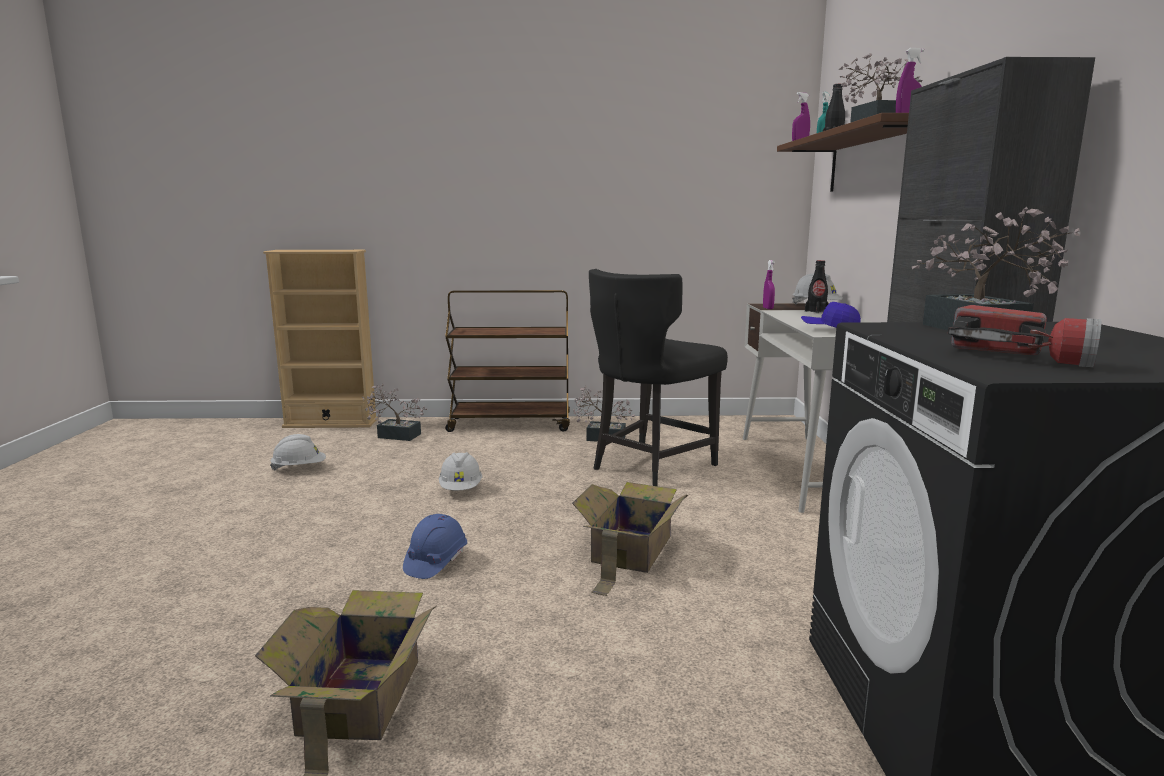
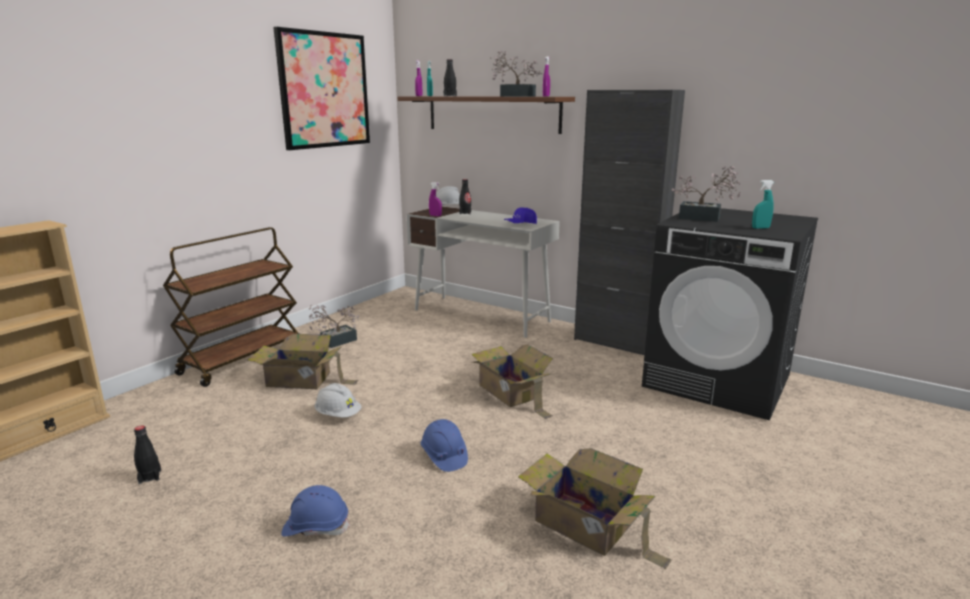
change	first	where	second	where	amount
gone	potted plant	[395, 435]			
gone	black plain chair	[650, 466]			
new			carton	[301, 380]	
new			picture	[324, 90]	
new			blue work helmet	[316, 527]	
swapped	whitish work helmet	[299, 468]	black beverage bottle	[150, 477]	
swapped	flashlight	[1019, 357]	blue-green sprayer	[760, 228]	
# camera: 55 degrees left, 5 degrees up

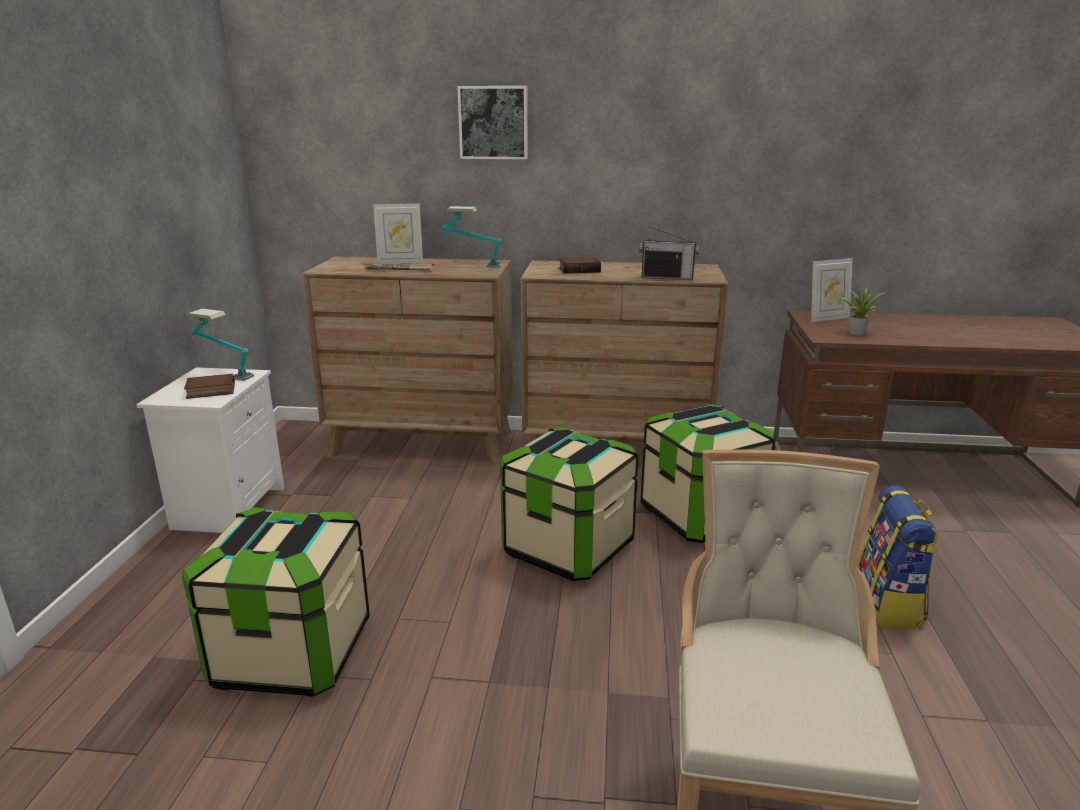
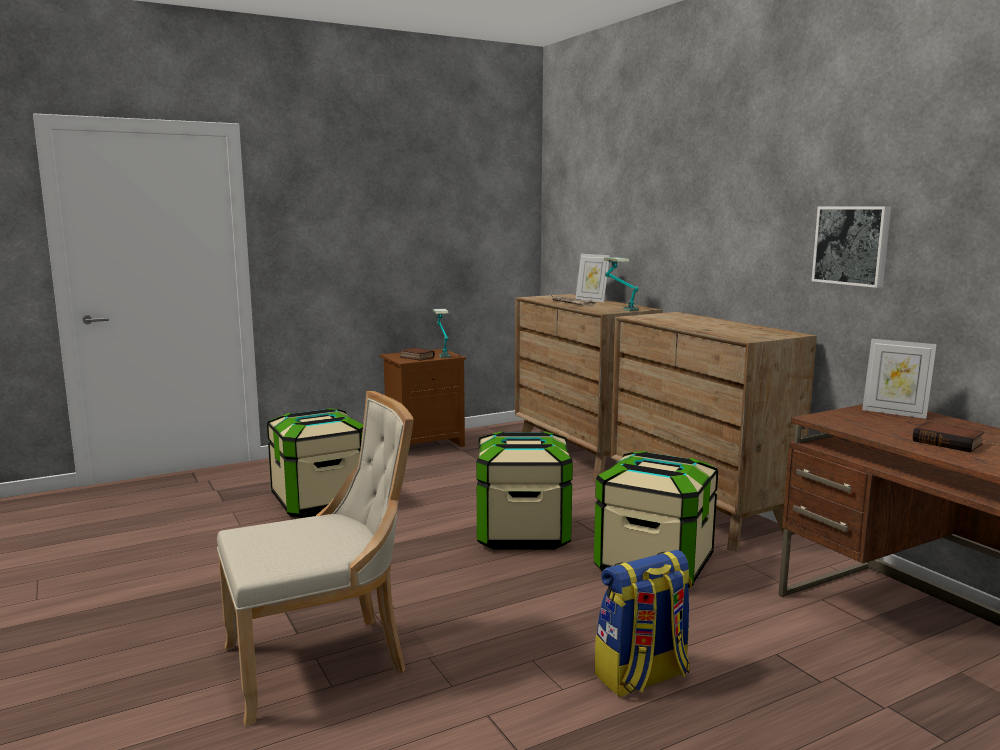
change	first	where	second	where	amount
gone	radio receiver	[667, 277]			
gone	potted plant	[856, 332]			
shifted	picture	[493, 122]		[852, 245]	
shifted	book	[579, 269]		[948, 442]	
repainted	whitish bedside table	[228, 507]	brownish bedside table	[425, 444]	
# camera: 55 degrees right, 10 degrees down

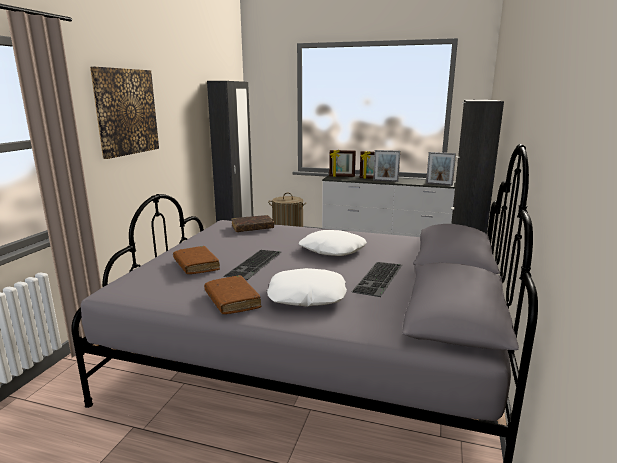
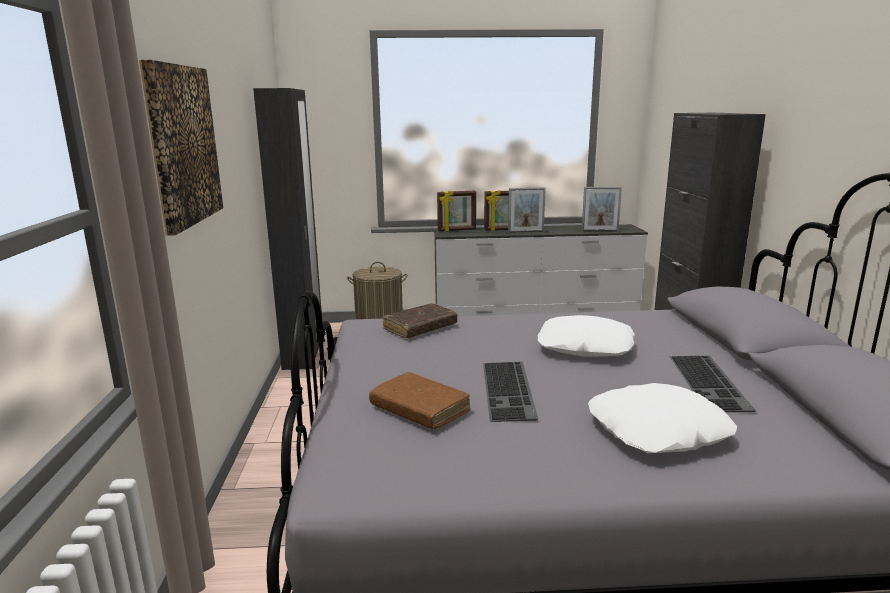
change	first	where	second	where	amount
gone	brownish book	[232, 301]			
# camera: 20 degrees left, 0 degrees up

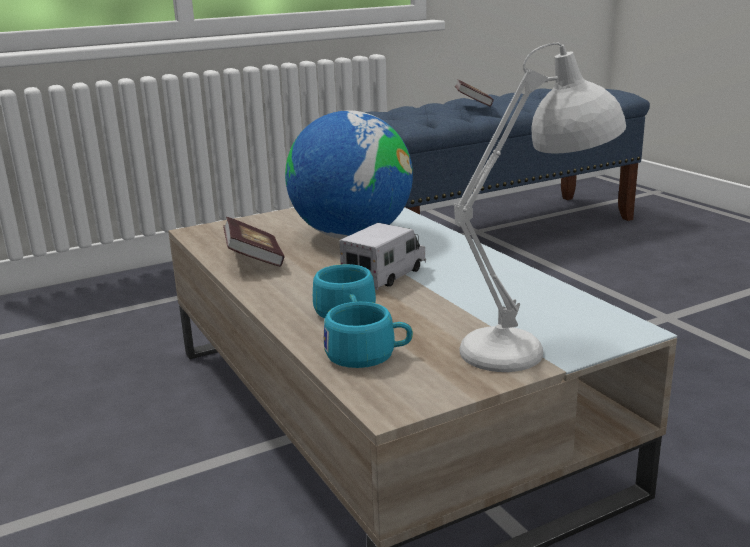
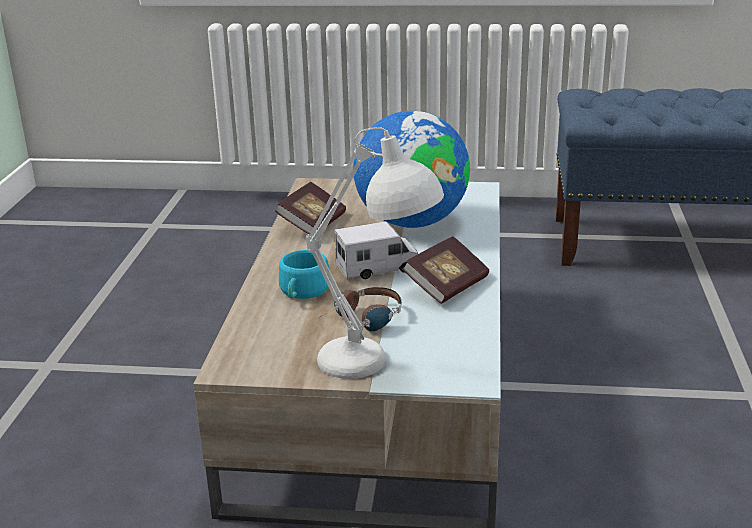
change	first	where	second	where	amount
gone	blue-green small cup	[368, 355]			
new			headphones	[362, 321]	
shifted	book	[473, 106]		[447, 286]	
# camera: 35 degrees right, 5 degrees up

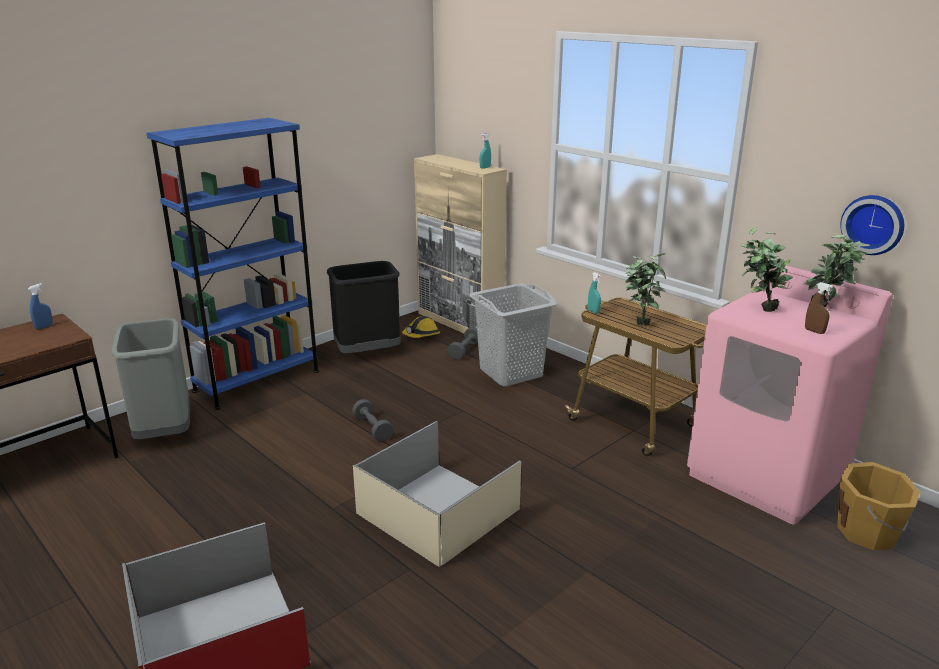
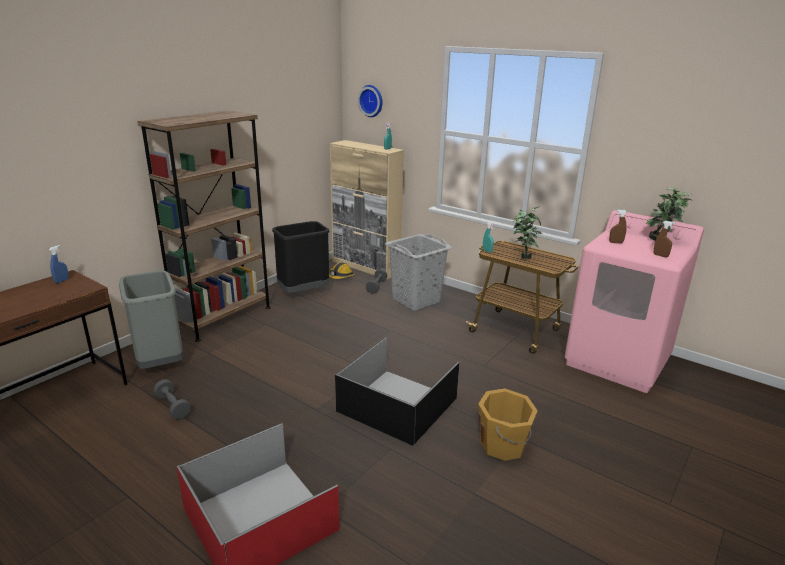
change	first	where	second	where	amount
shifted	greyish dumbbell	[372, 429]		[173, 406]	
shifted	orange-coloured water bucket	[868, 532]		[503, 445]	
shifted	wall clock	[873, 224]		[372, 101]	
swapped	potted plant	[758, 309]	brownish sprayer	[615, 242]	
repainted	blue shelving unit	[257, 381]	brownish shelving unit	[223, 318]	
repainted	sand-coloured storage box	[440, 512]	black storage box	[398, 405]	
# camera: 10 degrees left, 0 degrees up

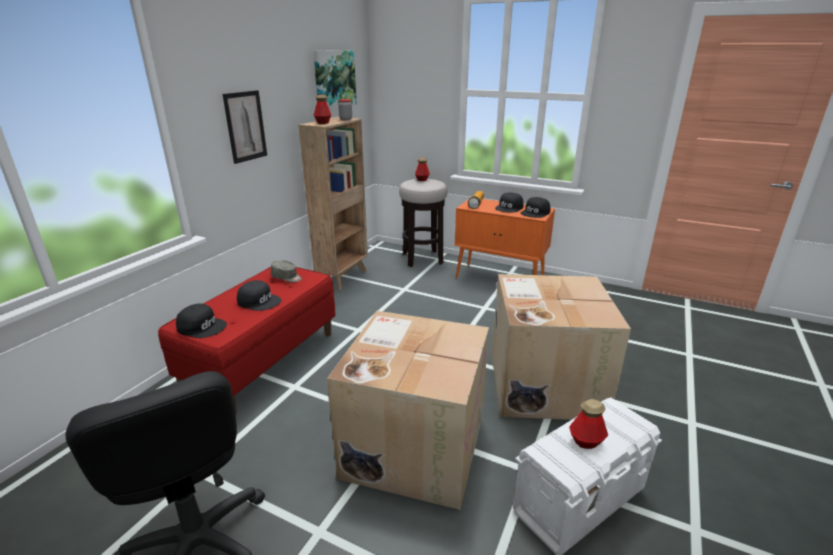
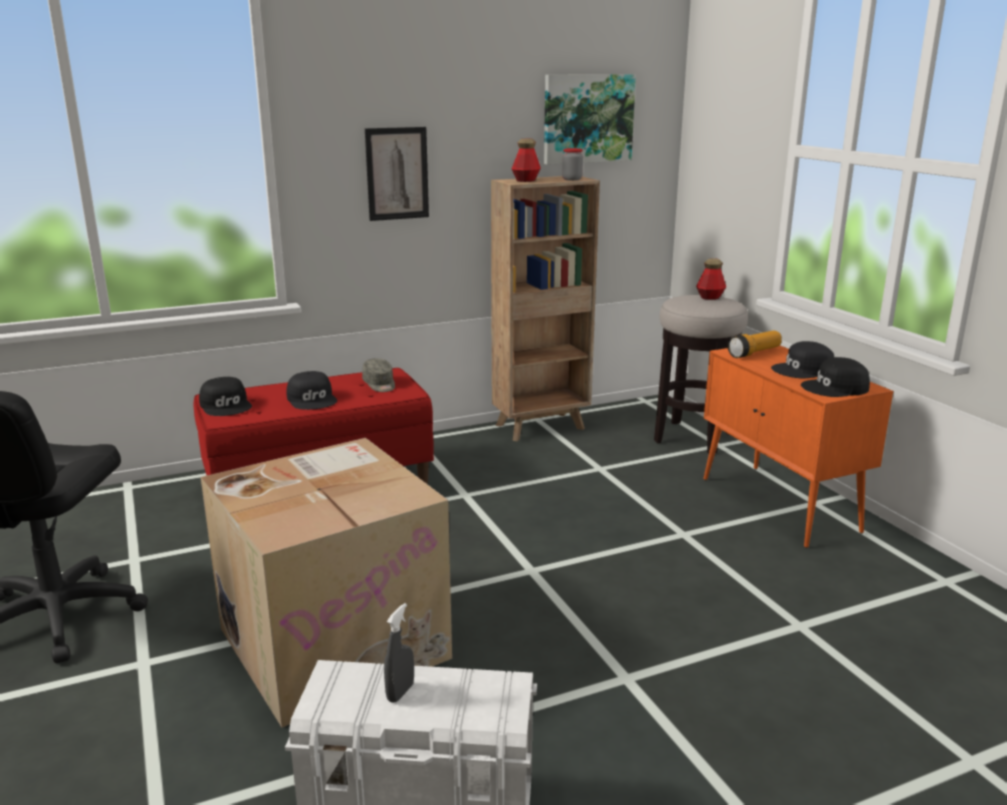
change	first	where	second	where	amount
gone	carton	[542, 383]			
swapped	beverage bottle	[586, 441]	greyish sprayer	[400, 692]	
# camera: 40 degrees right, 5 degrees down

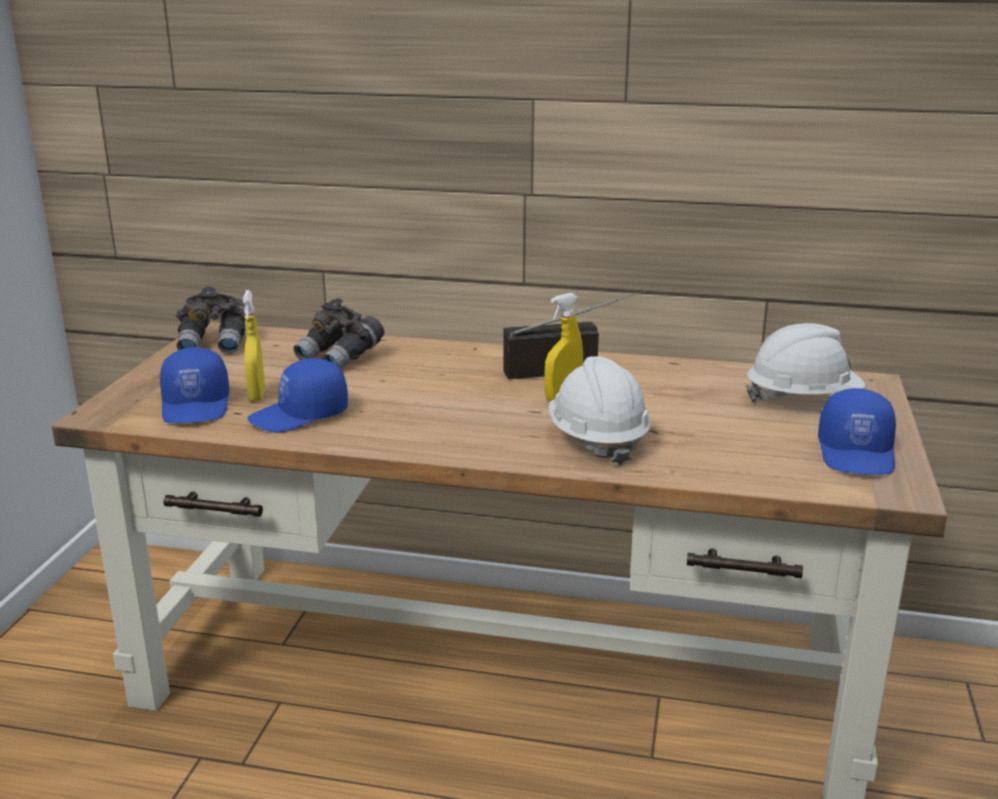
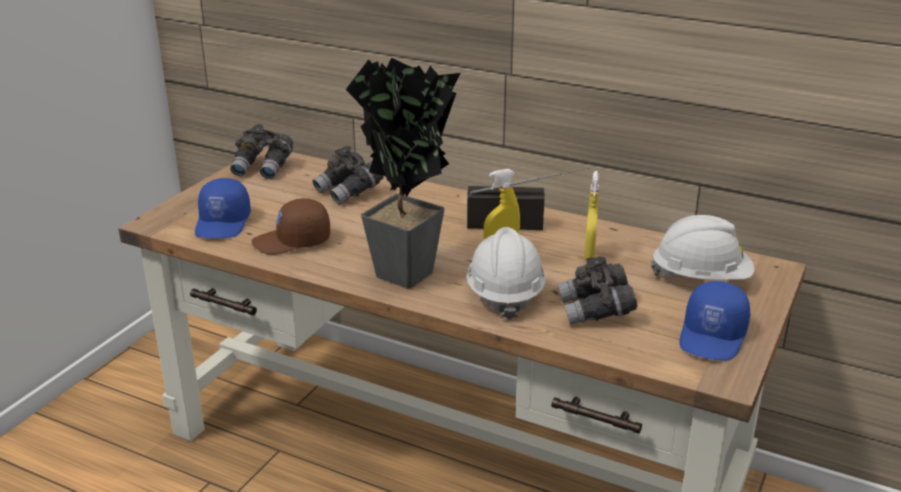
change	first	where	second	where	amount
new			potted plant	[408, 279]	
new			greyish binoculars	[596, 311]	
shifted	yellow-coloured sprayer	[257, 395]		[589, 255]	
repainted	blue peaked cap	[300, 416]	brownish peaked cap	[292, 242]	
# camera: 15 degrees right, 5 degrees up

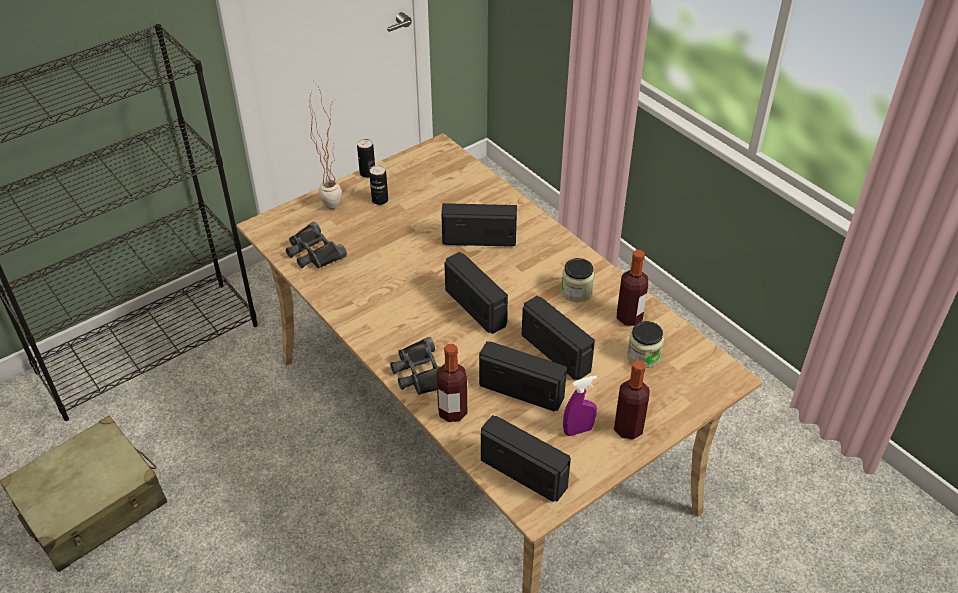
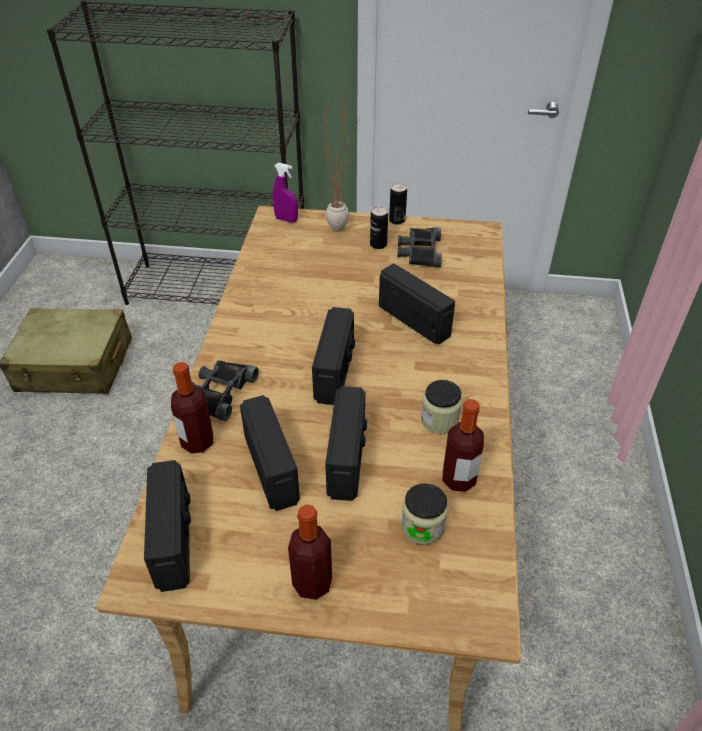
change	first	where	second	where	amount
shifted	black binoculars	[313, 252]		[419, 252]	
shifted	purple-coloured sprayer	[578, 430]		[286, 219]	
# camera: 45 degrees right, 0 degrees up

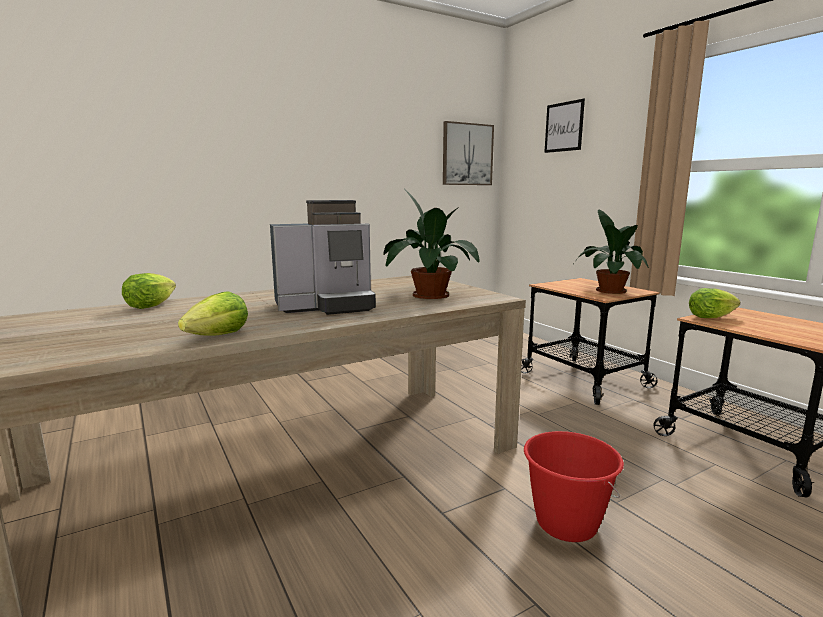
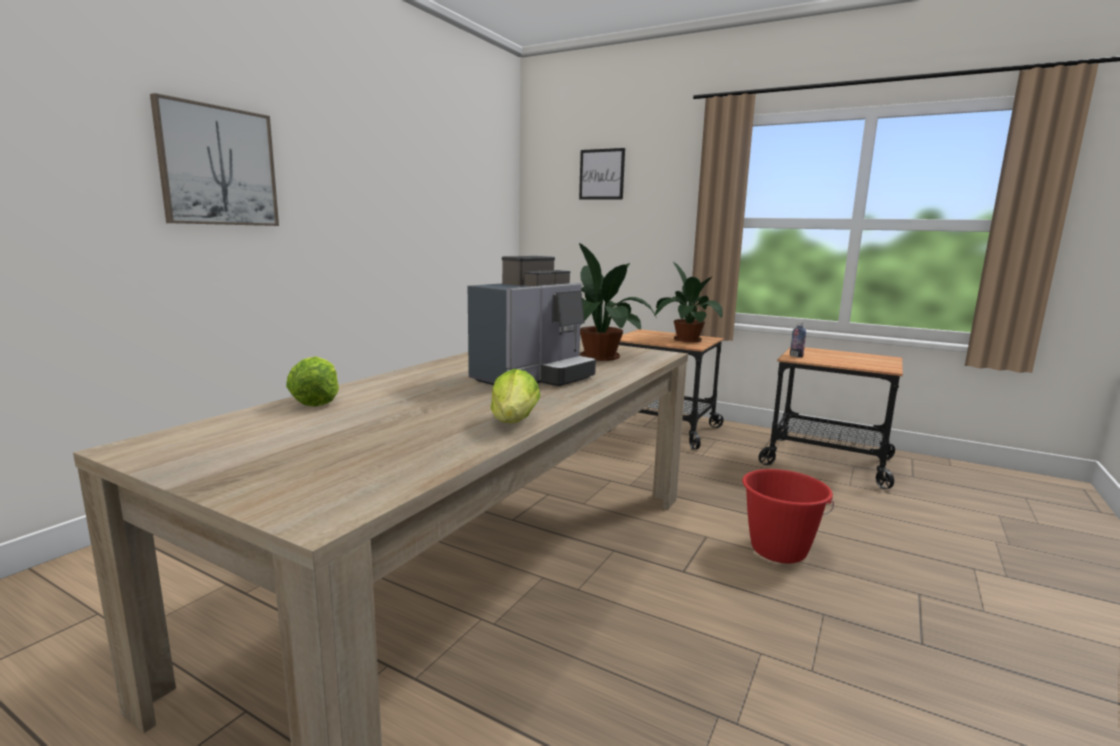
change	first	where	second	where	amount
shifted	picture	[467, 154]		[218, 166]	
swapped	lettuce	[710, 317]	beverage bottle	[796, 356]	
# camera: 30 degrees left, 0 degrees up

